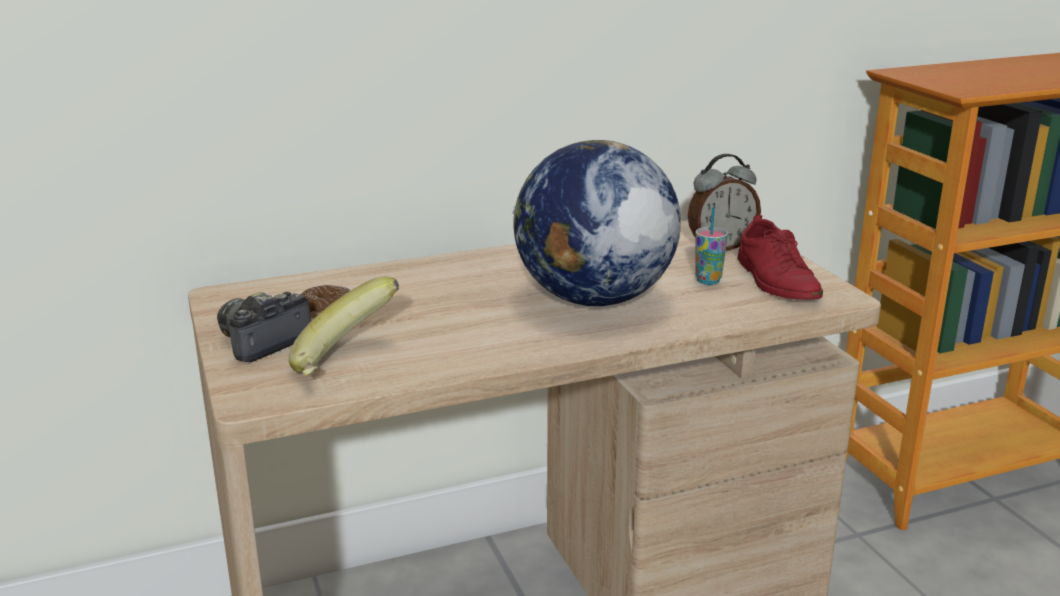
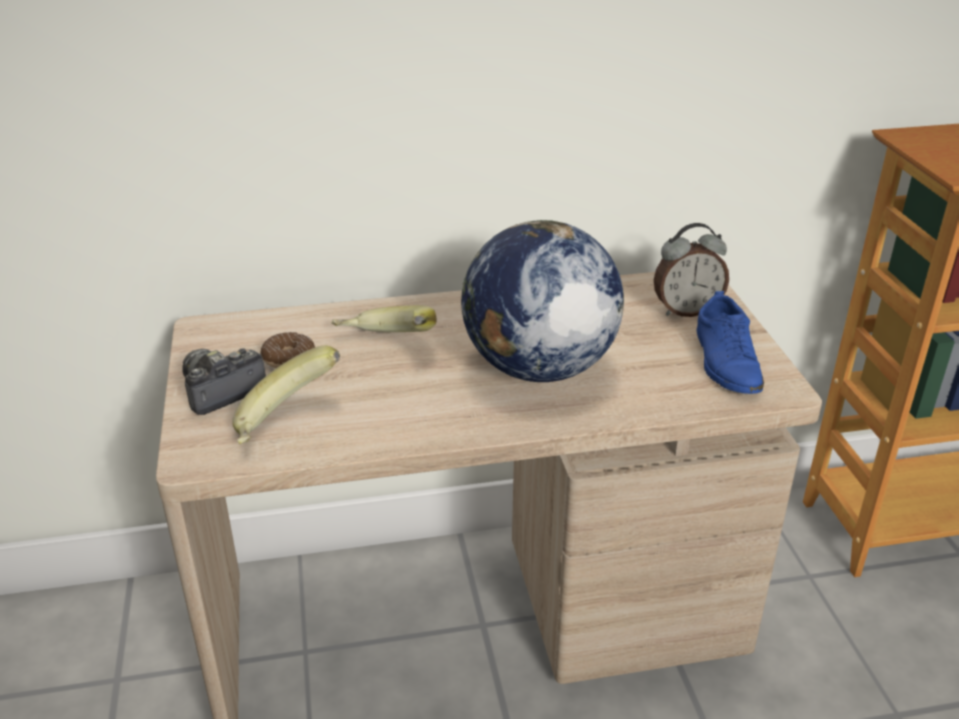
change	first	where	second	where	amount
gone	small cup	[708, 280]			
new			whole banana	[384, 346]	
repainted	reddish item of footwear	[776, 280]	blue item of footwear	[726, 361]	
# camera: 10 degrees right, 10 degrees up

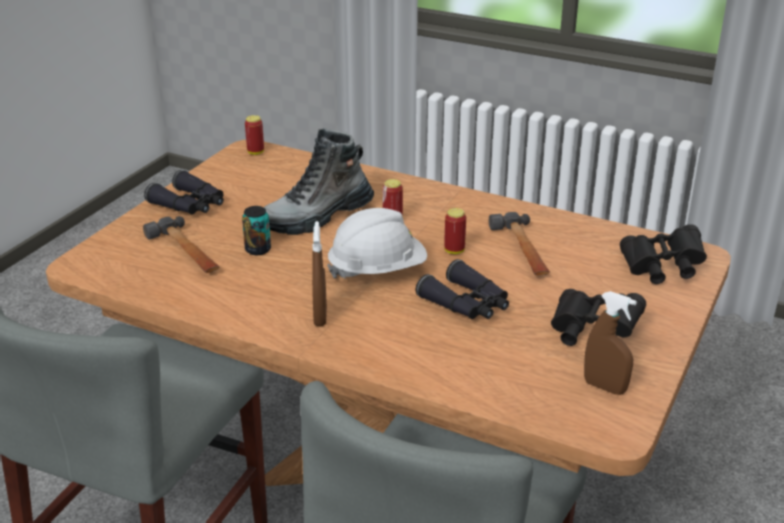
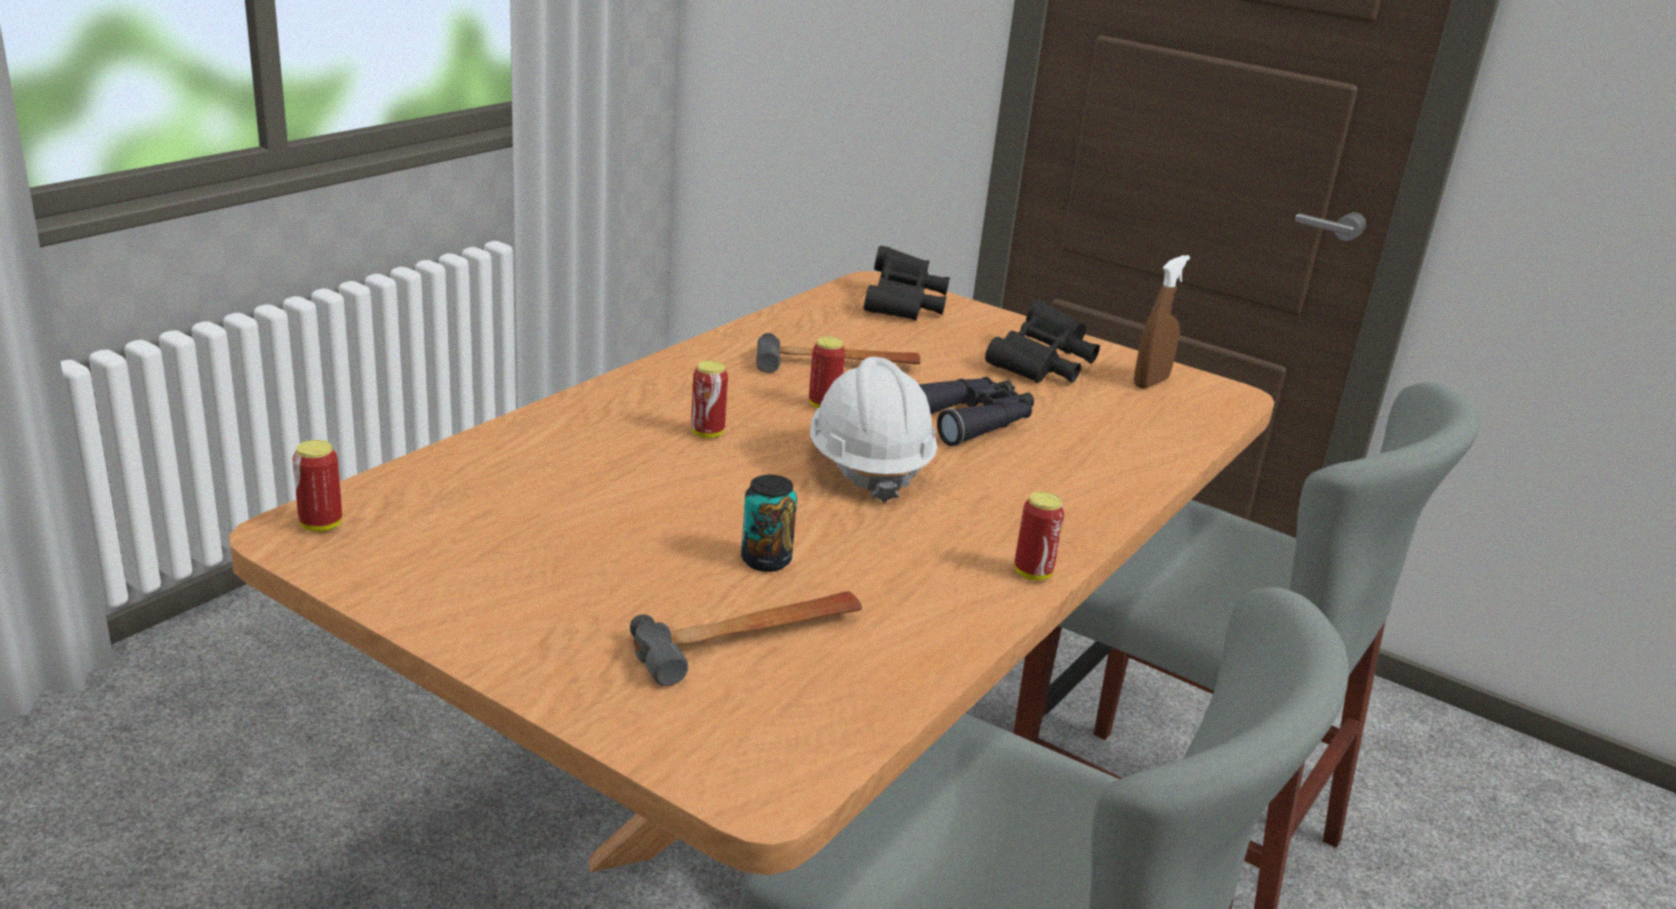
change	first	where	second	where	amount
gone	black binoculars	[190, 205]			
gone	tall boot	[317, 216]			
gone	brownish sprayer	[320, 316]			
new			metal can	[1032, 573]	
# camera: 85 degrees left, 5 degrees down

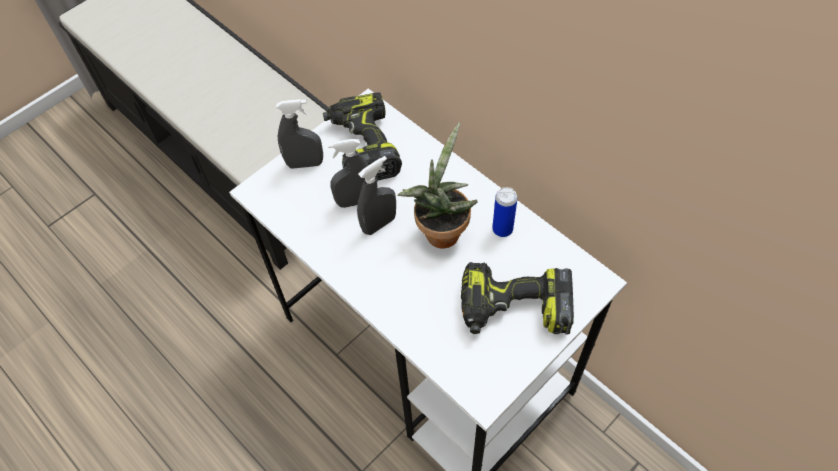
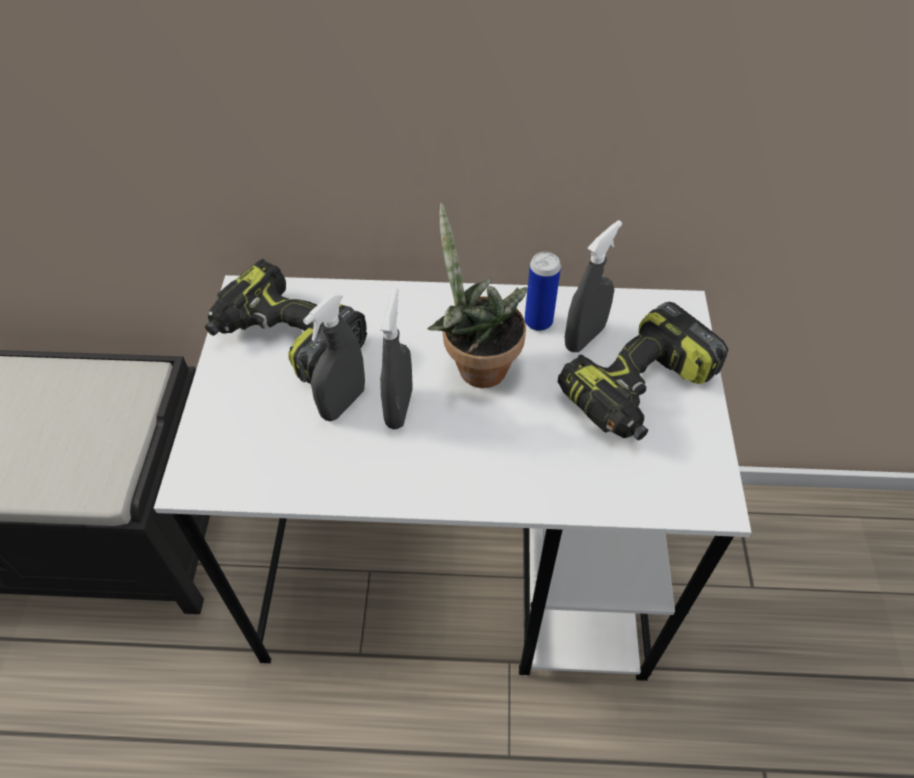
change	first	where	second	where	amount
shifted	greyish sprayer	[305, 163]		[584, 337]	
# camera: 45 degrees left, 5 degrees down

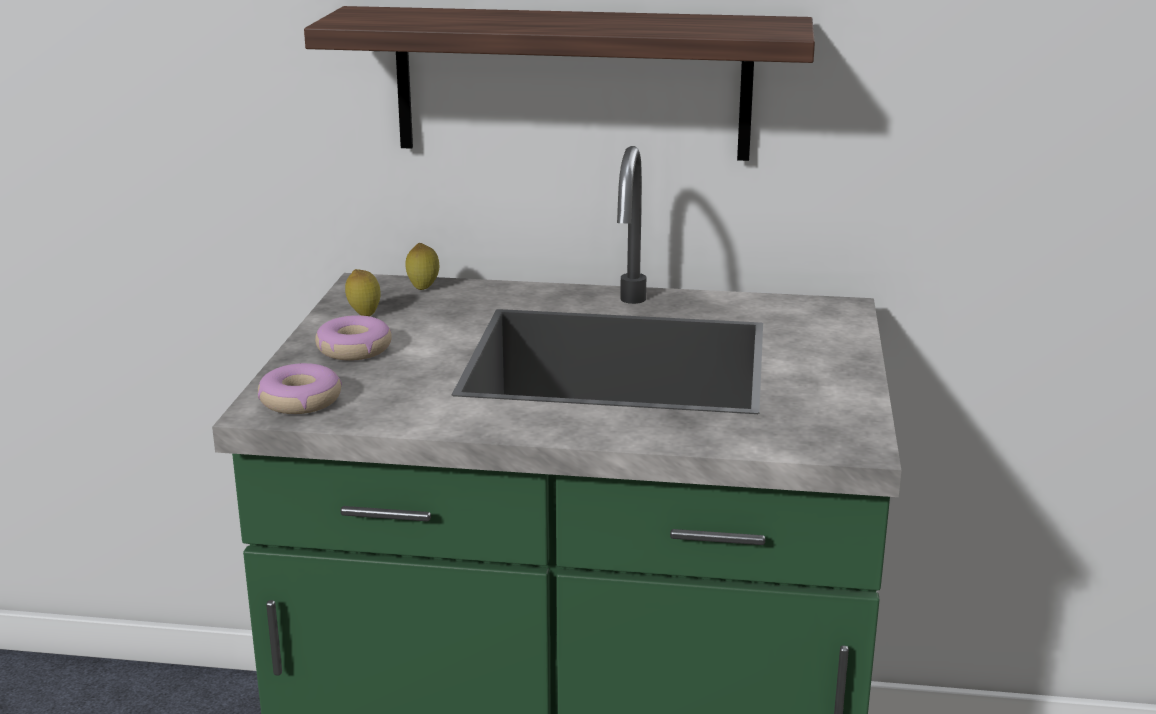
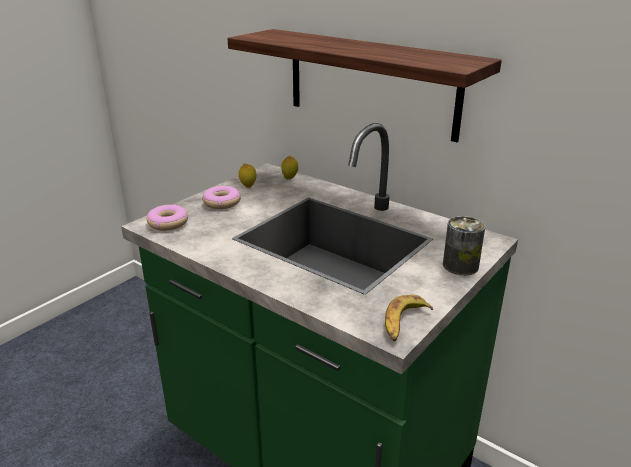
change	first	where	second	where	amount
new			whole banana	[404, 323]	
new			metal can	[460, 265]	
# camera: 30 degrees right, 5 degrees up

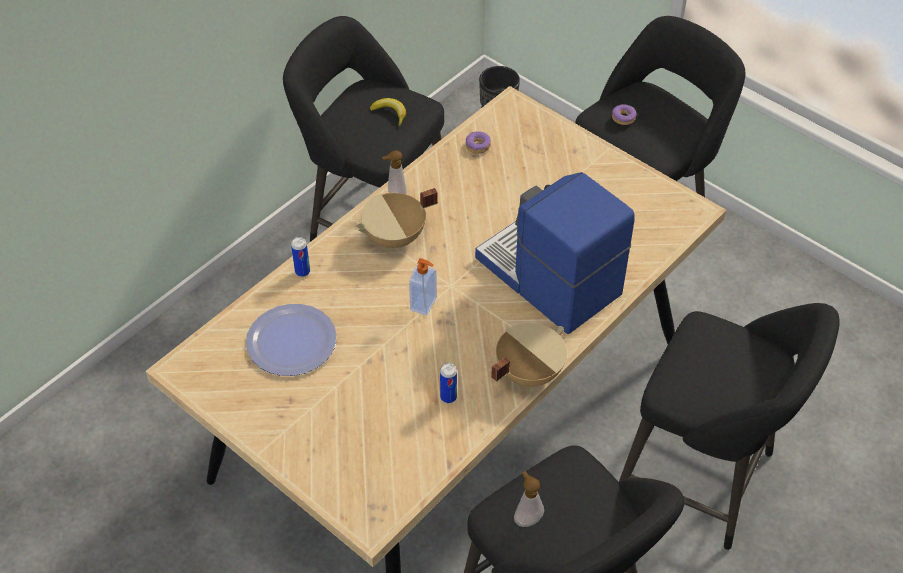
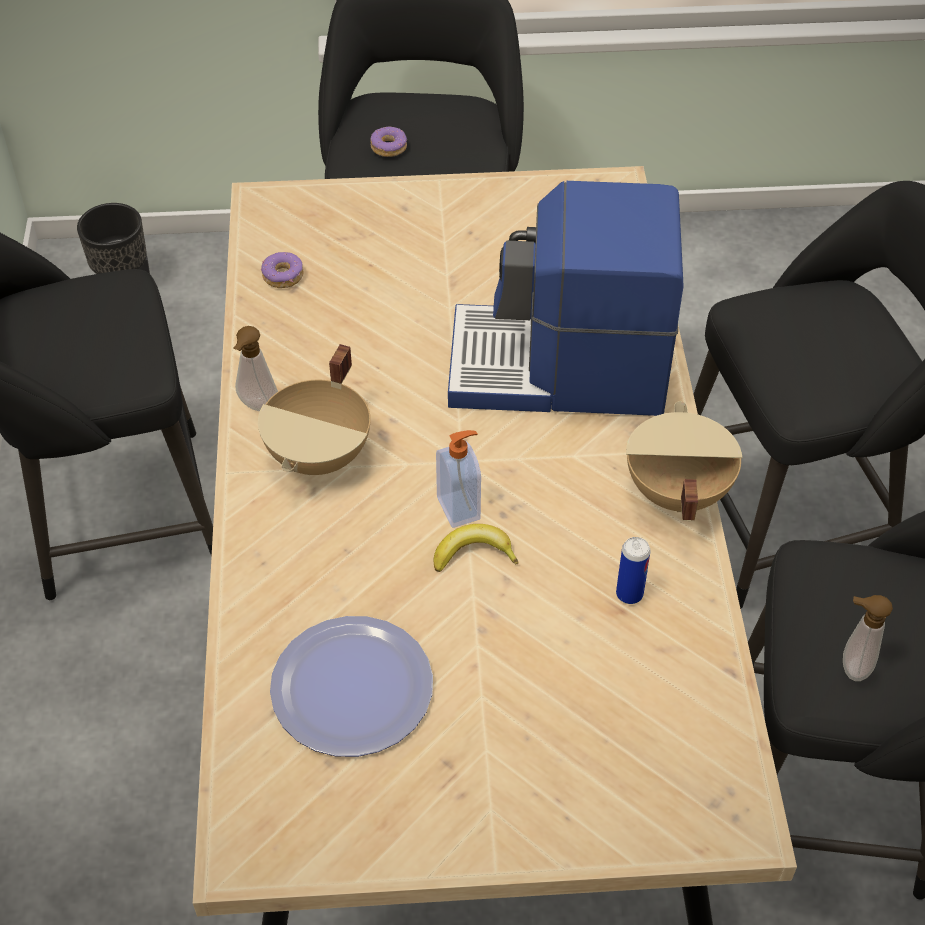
change	first	where	second	where	amount
gone	metal can	[302, 271]			
shifted	whole banana	[390, 113]		[473, 554]	
# camera: 45 degrees left, 0 degrees up

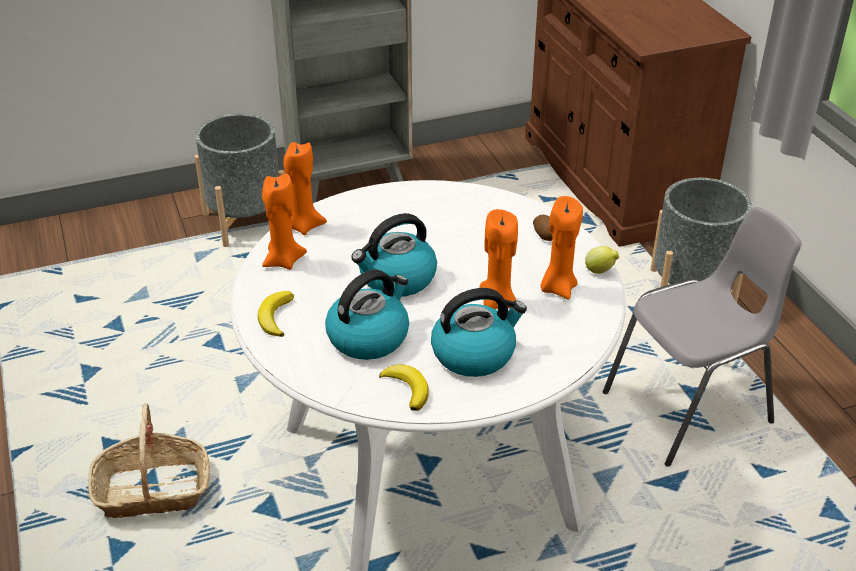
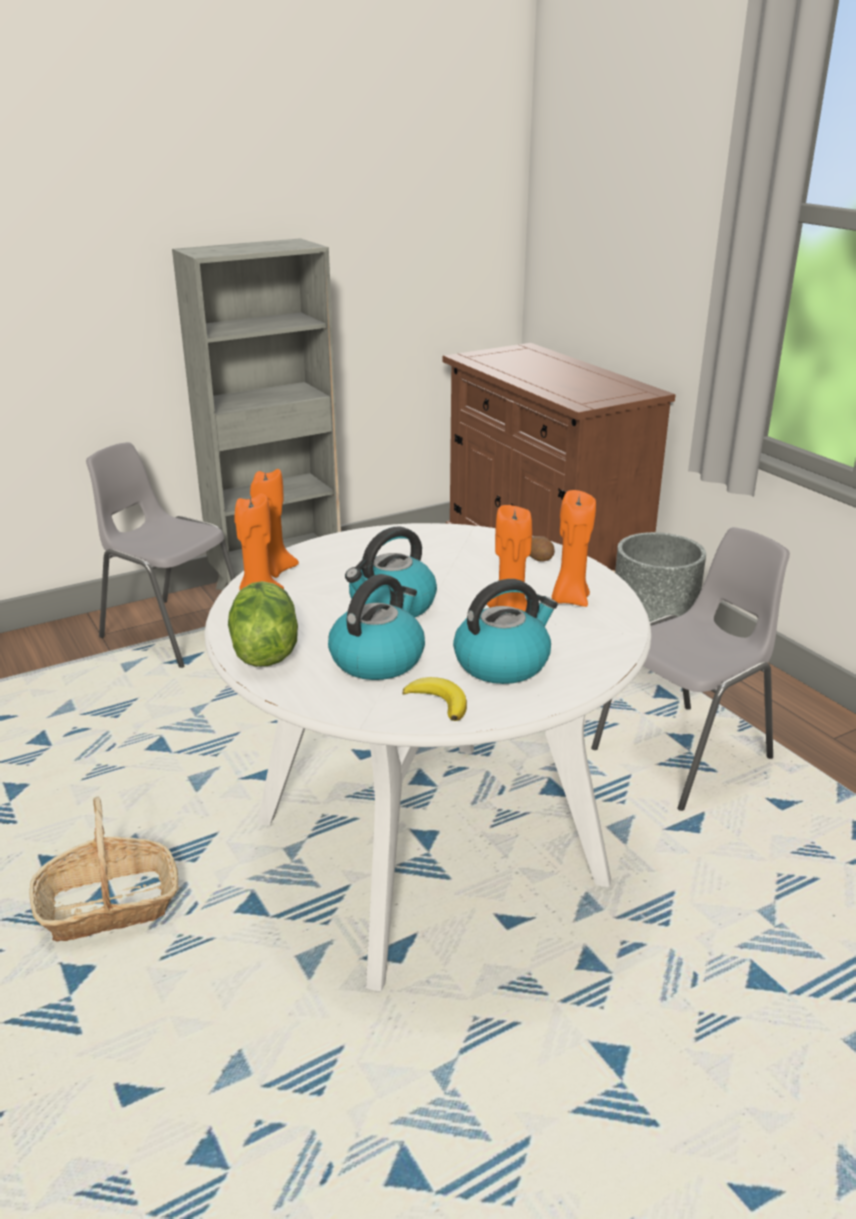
change	first	where	second	where	amount
gone	citrus fruit	[600, 271]			
swapped	greyish plant pot	[246, 222]	greyish plain chair	[173, 631]	
swapped	whole banana	[275, 317]	lettuce	[263, 651]	
# camera: 10 degrees left, 10 degrees down

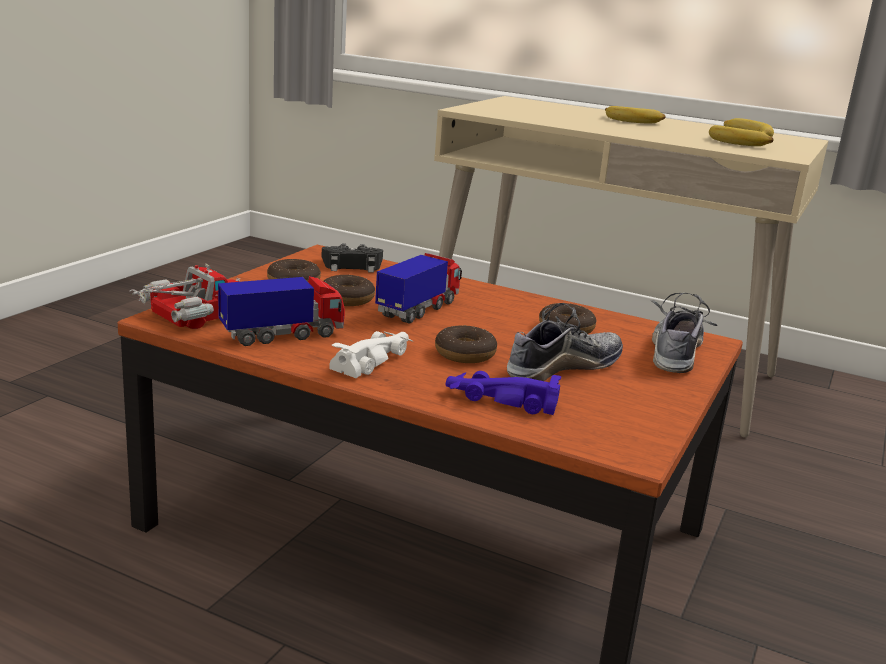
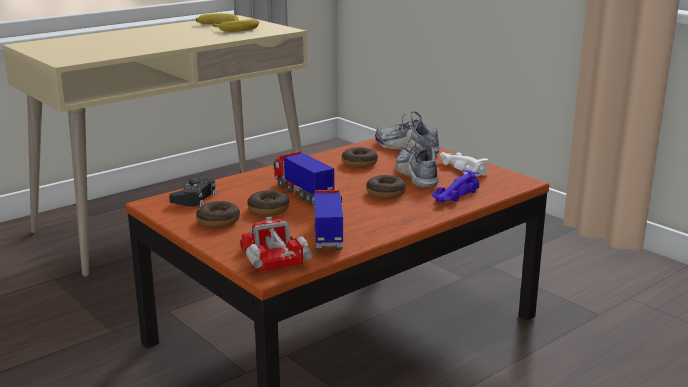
change	first	where	second	where	amount
gone	whole banana	[633, 121]			
shifted	whitish toy car	[374, 359]		[460, 168]	
# camera: 65 degrees left, 0 degrees up

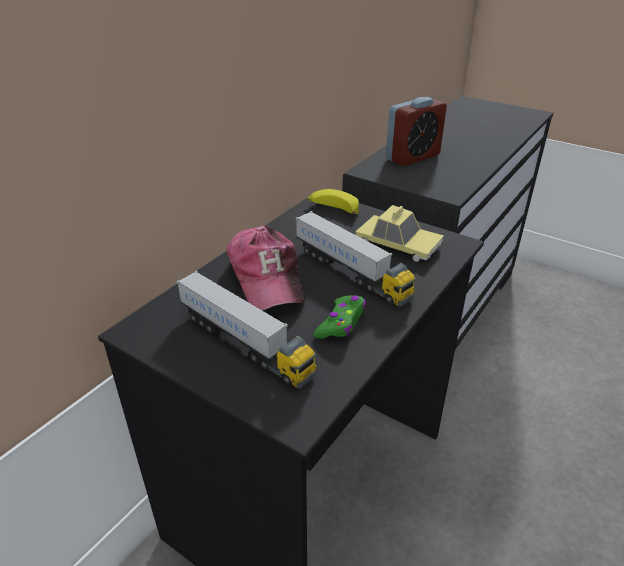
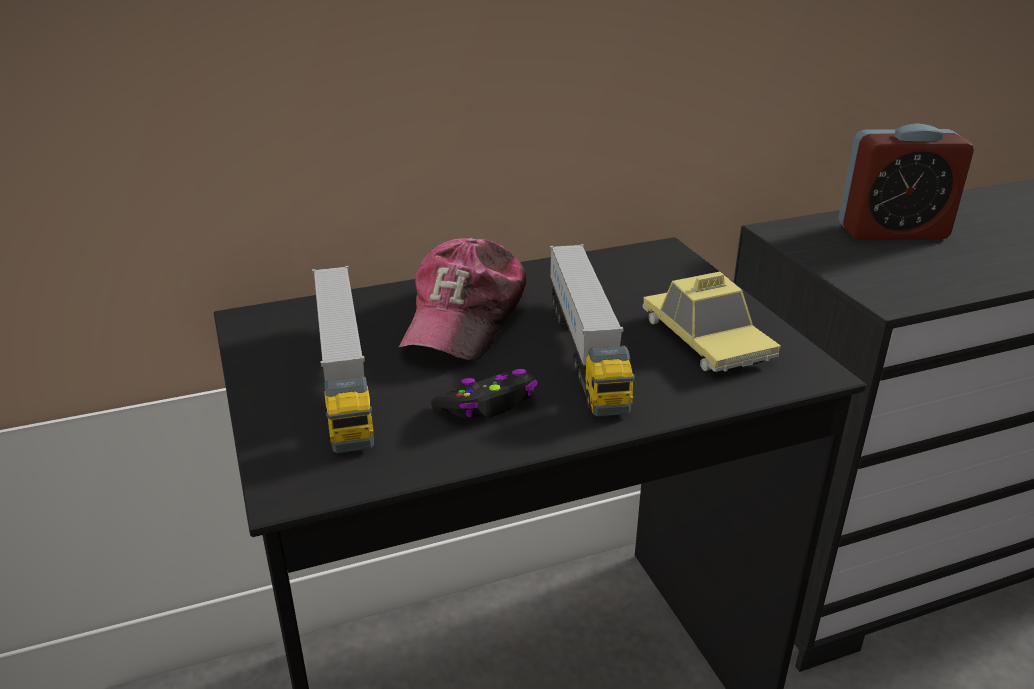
change	first	where	second	where	amount
gone	whole banana	[333, 209]			
repainted	greenish joypad	[341, 323]	black joypad	[489, 404]	
# camera: 35 degrees right, 5 degrees down

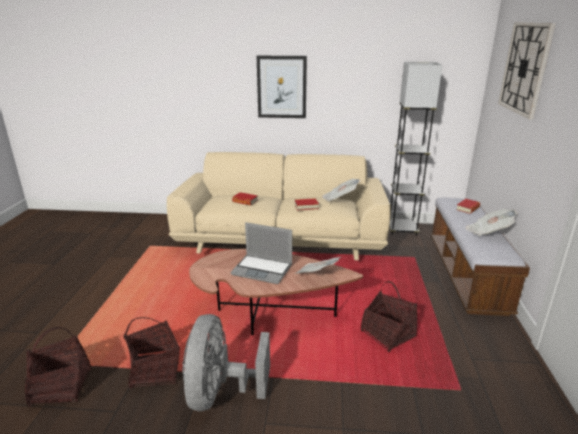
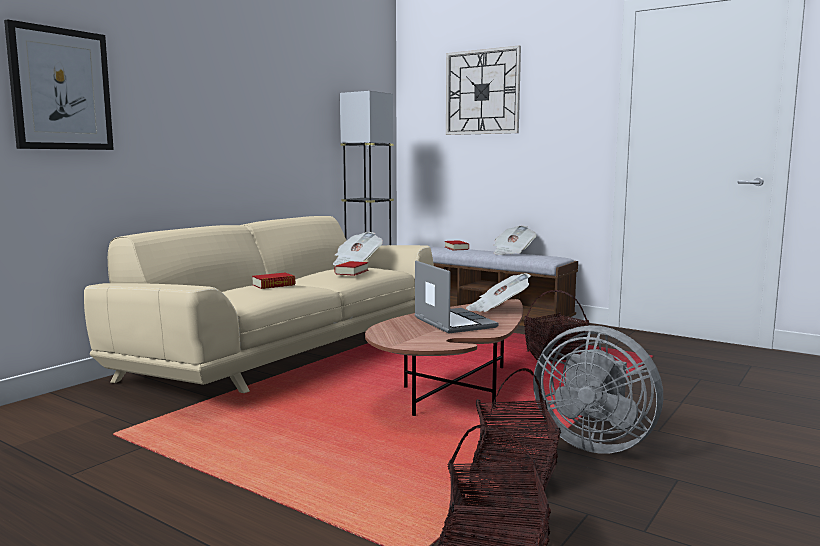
change	first	where	second	where	amount
shifted	picture	[282, 87]		[61, 89]	
rotated	portable computer	[263, 270]		[452, 322]	75 degrees counterclockwise
# camera: 60 degrees left, 15 degrees down

